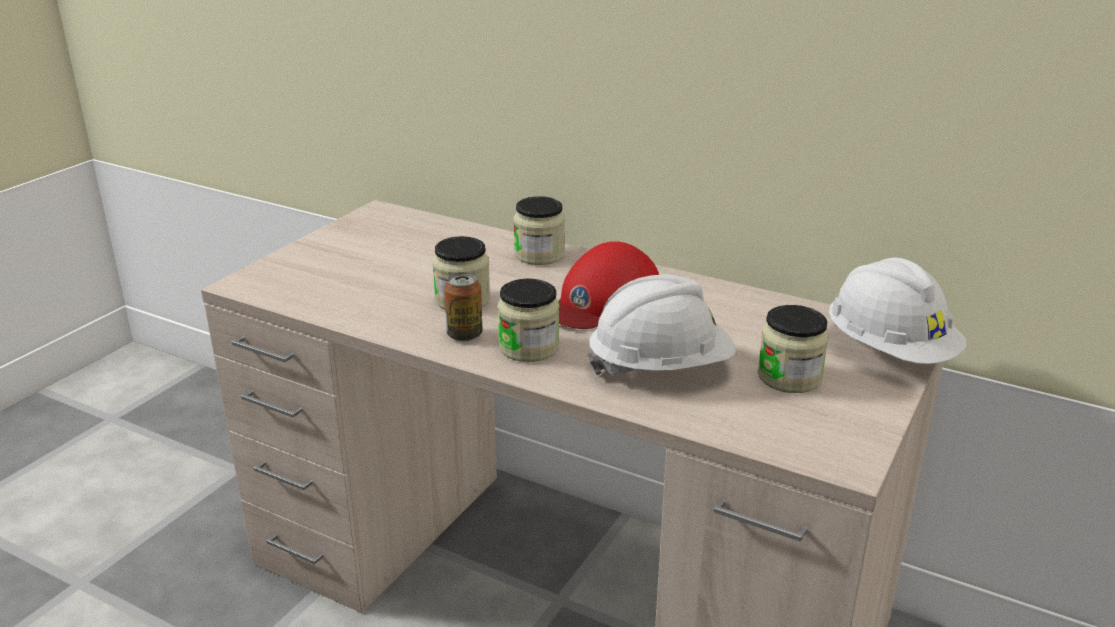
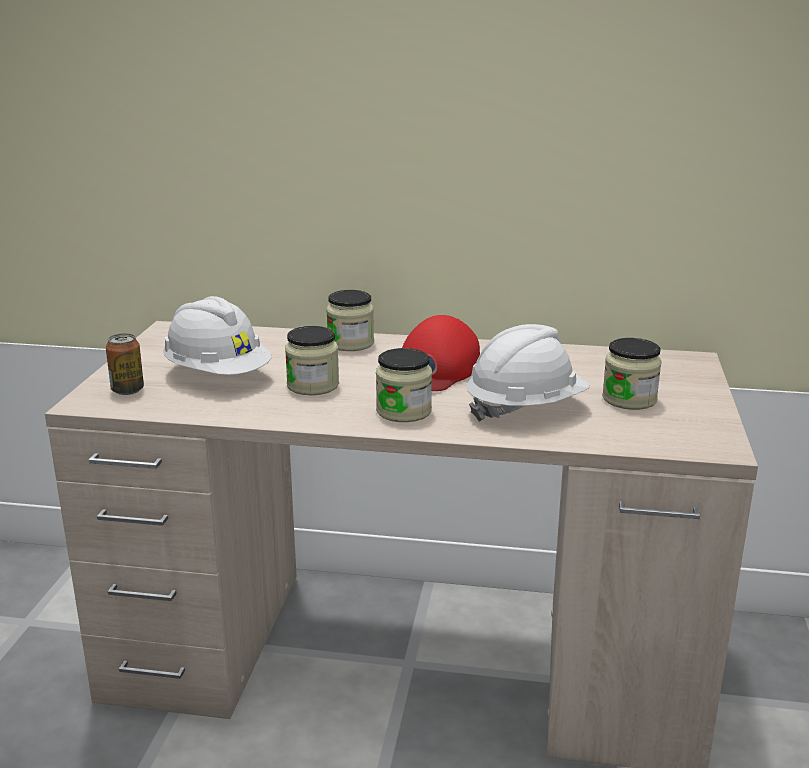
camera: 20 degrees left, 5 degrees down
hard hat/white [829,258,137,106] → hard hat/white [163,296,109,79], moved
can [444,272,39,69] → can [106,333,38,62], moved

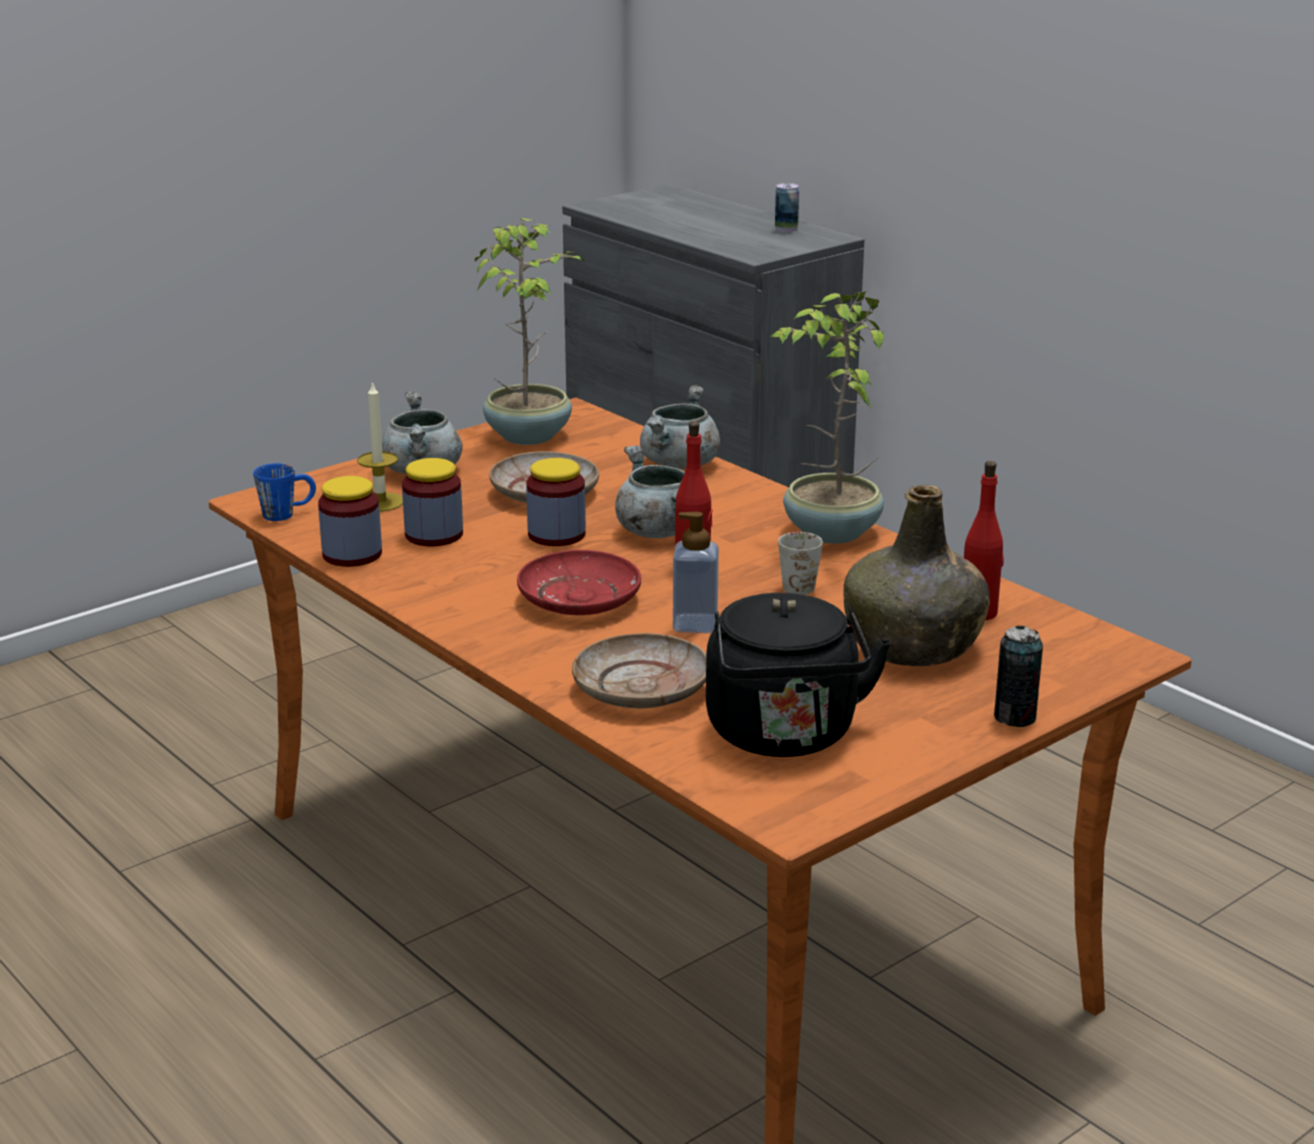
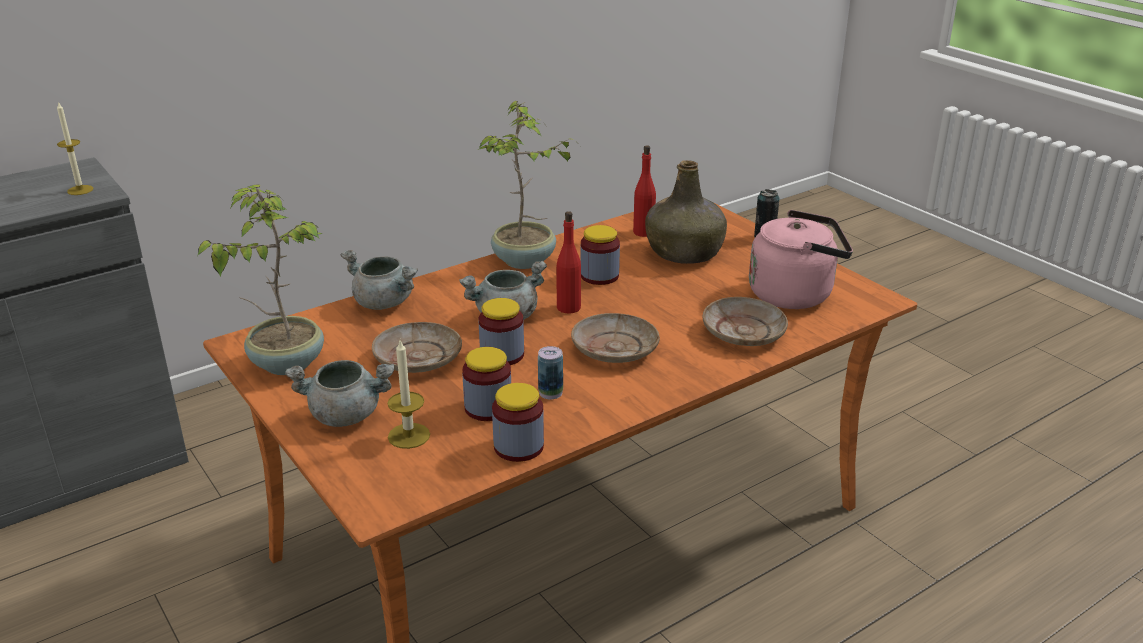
camera: 85 degrees left, 5 degrees up
can [775,183,24,50] → can [538,346,25,53], moved
mug/blue [253,463,63,58] → -
soap dispenser [673,512,46,121] → -
mug/white [778,532,45,63] → jar [580,225,40,60]
plate/red [517,550,124,65] → plate/beige [571,313,89,50]
kettle/black [706,593,185,164] → kettle/pink [749,210,104,99]
- → candle [57,102,37,93]

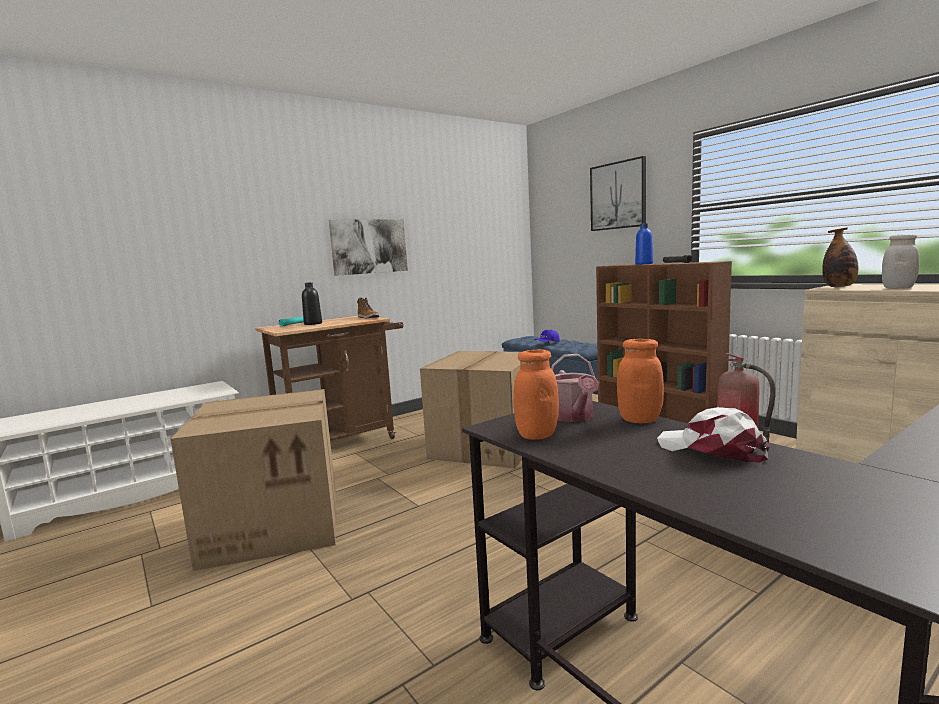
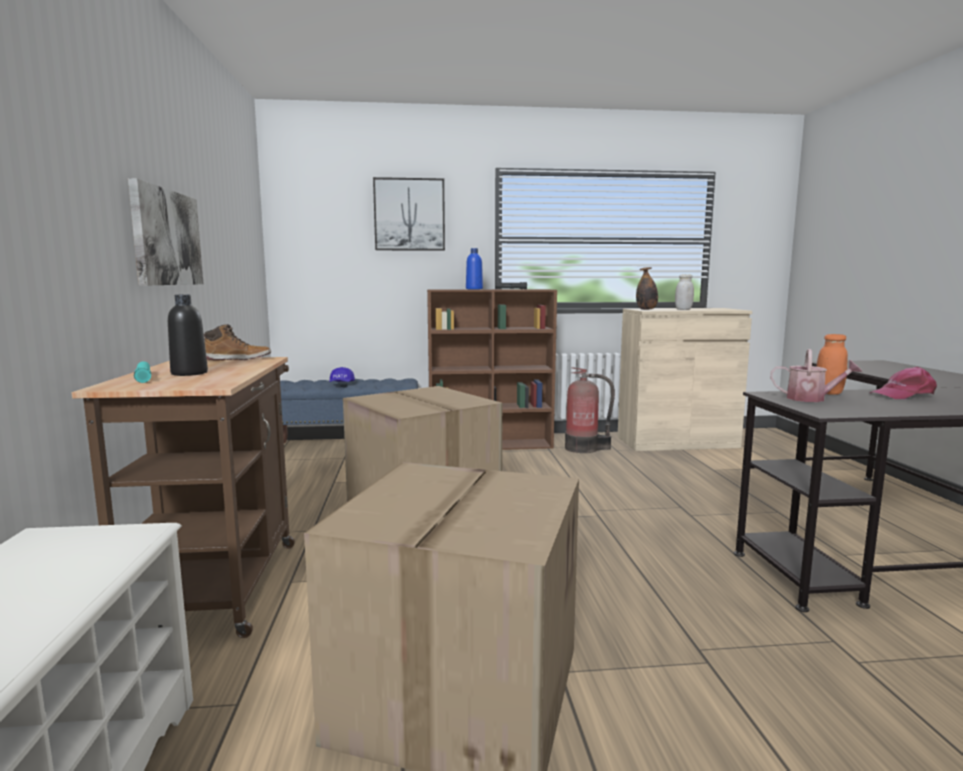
camera: 60 degrees left, 0 degrees up
jar/orange [513,349,46,91] → -
cap/white [657,407,113,56] → cap/pink [869,367,68,32]

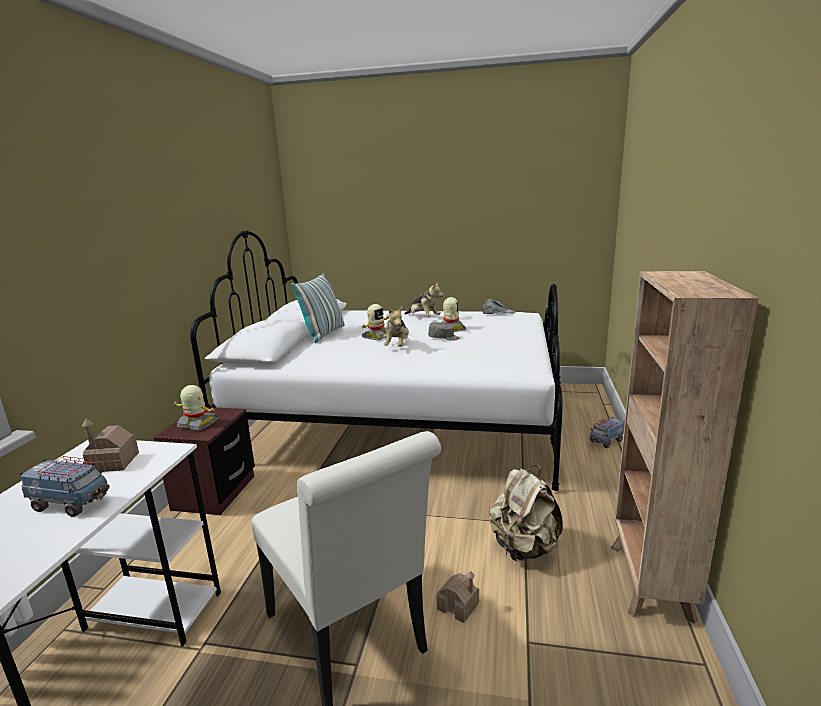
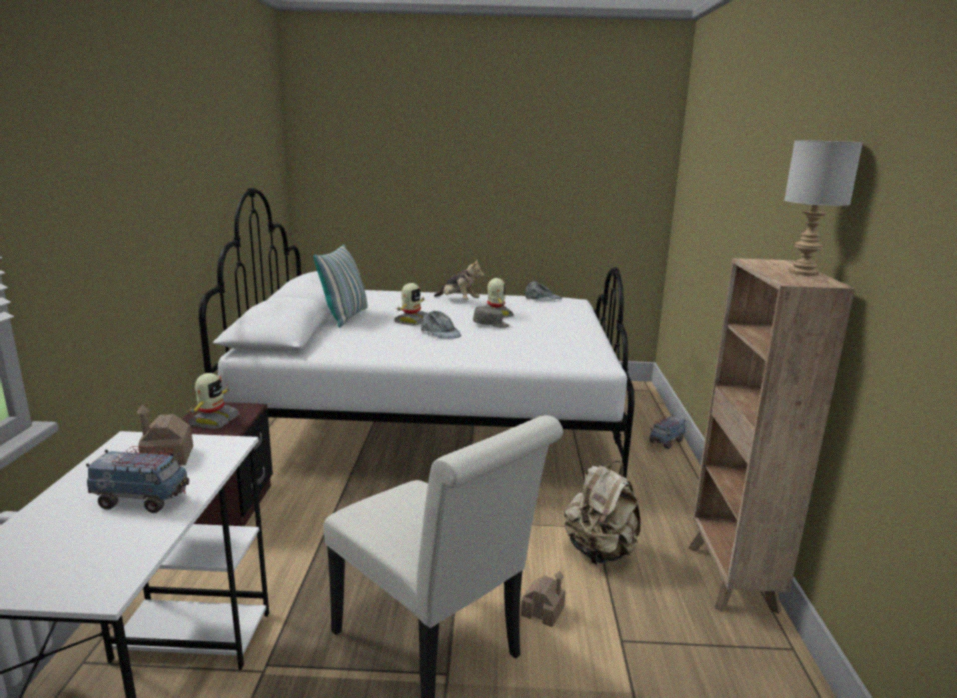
camera: 10 degrees left, 0 degrees up
plush toy [383,307,26,40] → cap/grey [421,311,40,28]
toy robot [173,385,46,46] → toy robot [186,373,54,56], 90 degrees clockwise
- → table lamp/grey [784,140,79,136]

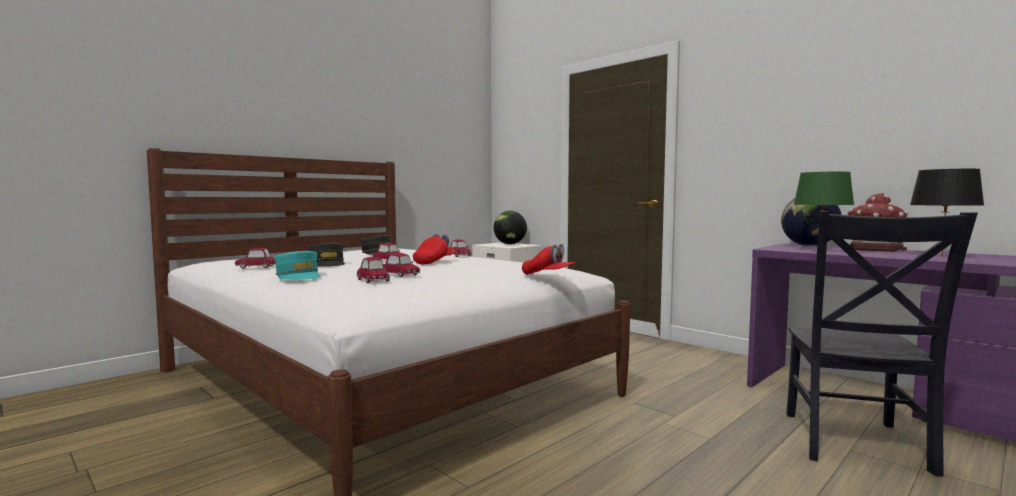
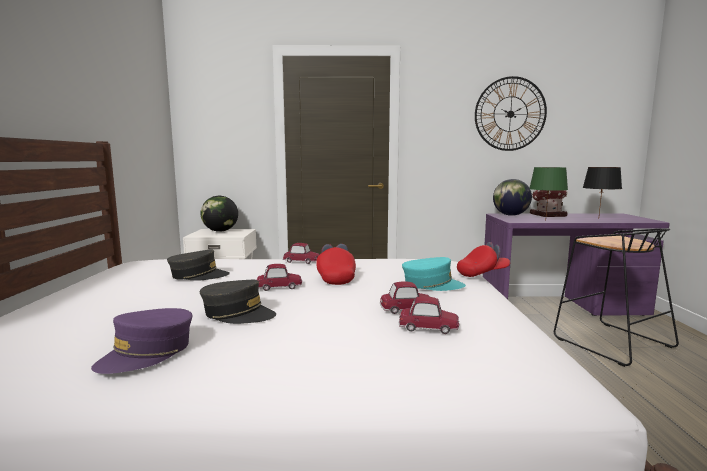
camera: 45 degrees left, 5 degrees up
chair/black [786,212,192,265] → stool/black [554,228,125,139]
toy car [235,248,41,21] → cap/purple [91,308,101,66]
cap/turquoise [274,251,47,29] → cap/turquoise [402,257,64,34], moved
- → wall clock [475,76,72,75]

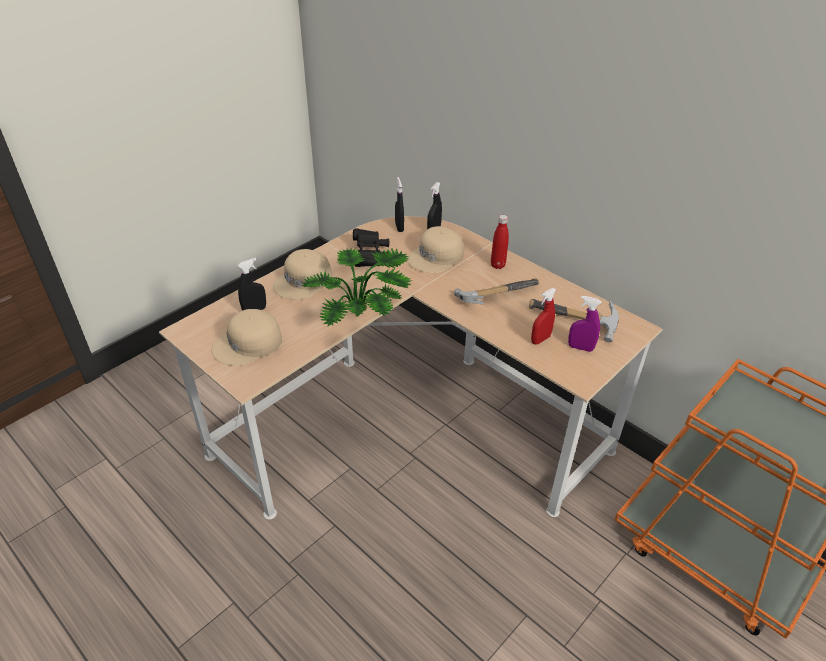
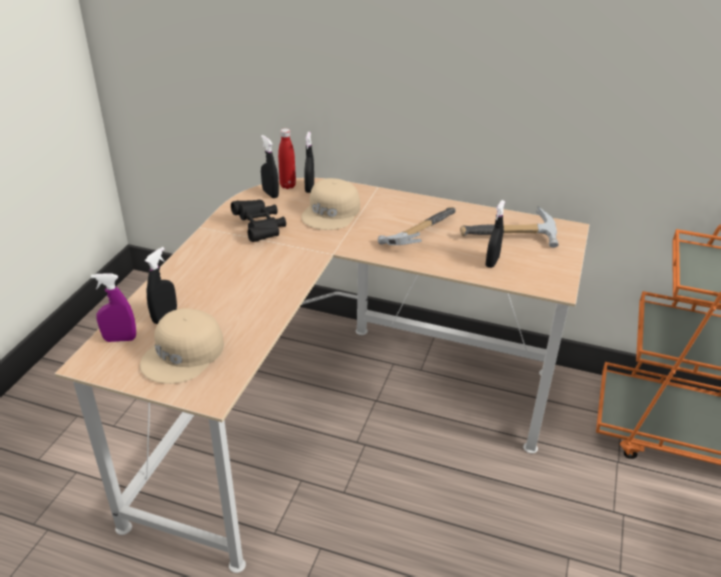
camera: 25 degrees left, 5 degrees down
bottle/red [491,215,18,54] → bottle/red [278,128,18,61], moved
potted plant [302,248,110,78] → -
cap/beige [273,249,59,51] → -
spray bottle/red [531,288,25,57] → spray bottle/black [486,200,19,68]
spray bottle/purple [568,296,33,56] → spray bottle/purple [91,273,45,69], moved

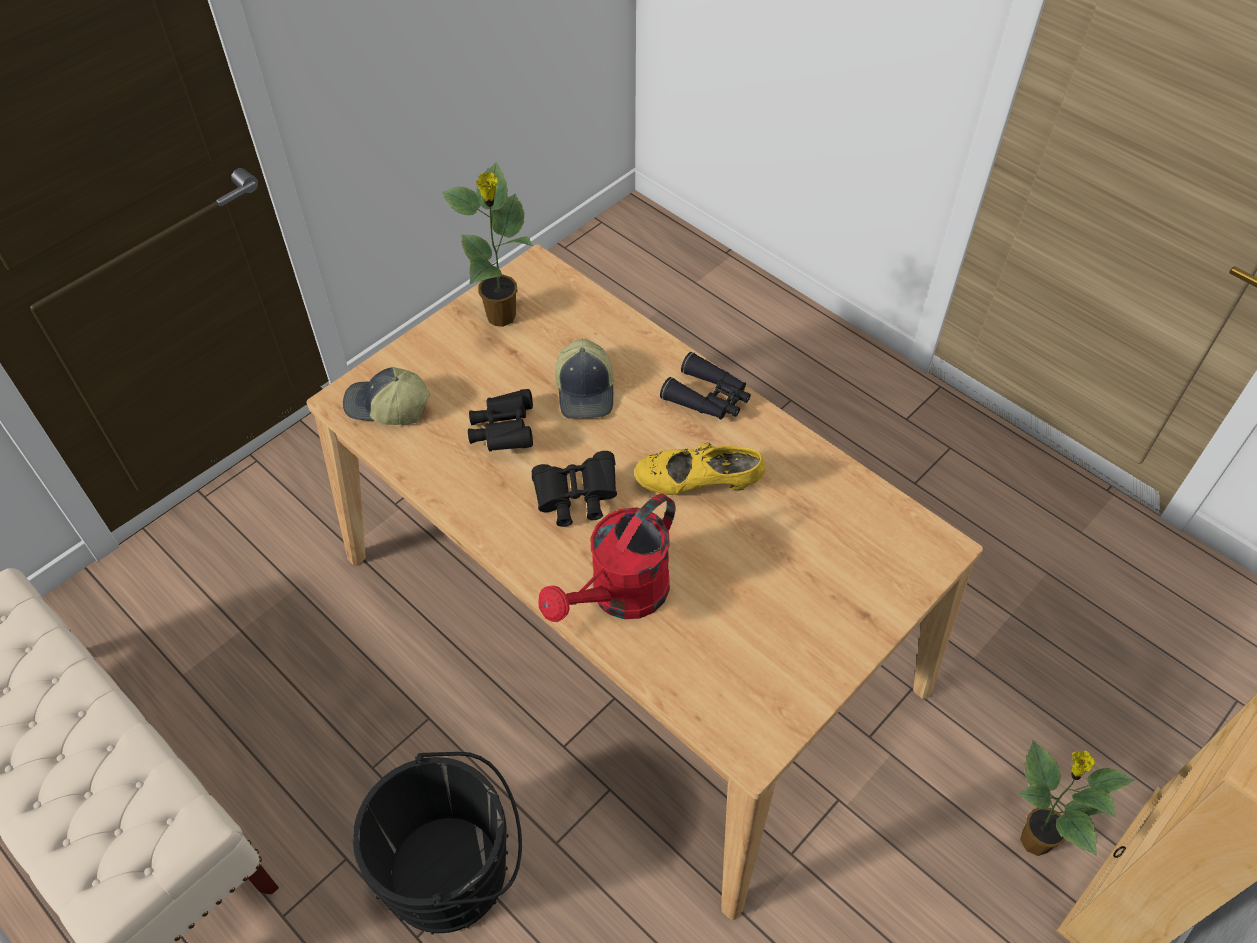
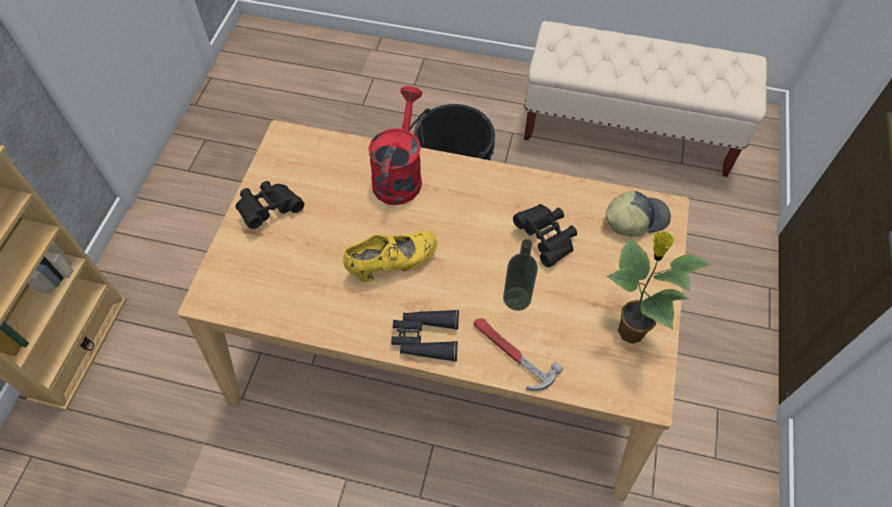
camera: 150 degrees right, 5 degrees up
cap [555,339,59,79] → bottle [503,239,35,72]
binoculars/black [532,451,85,76] → binoculars/black [235,181,69,48], moved
potted plant [1017,740,118,116] → -
- → hammer [473,318,90,73]

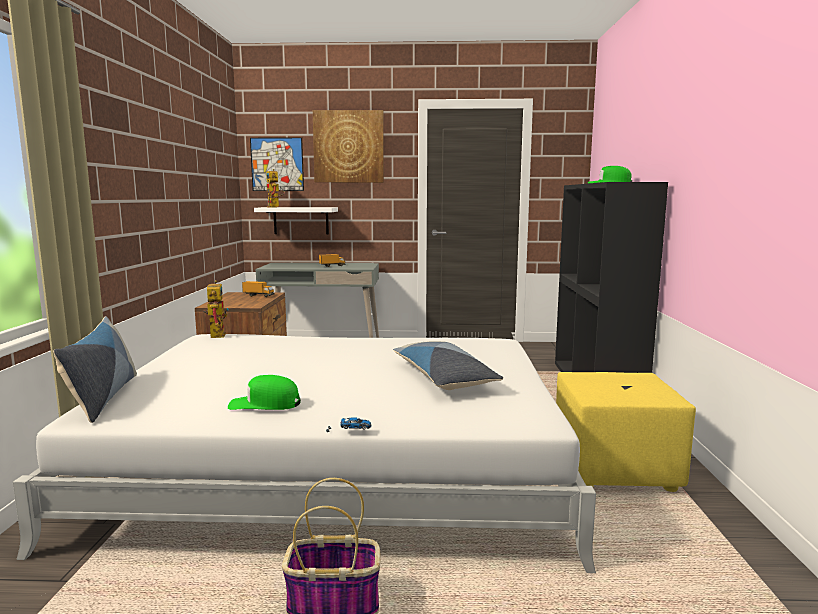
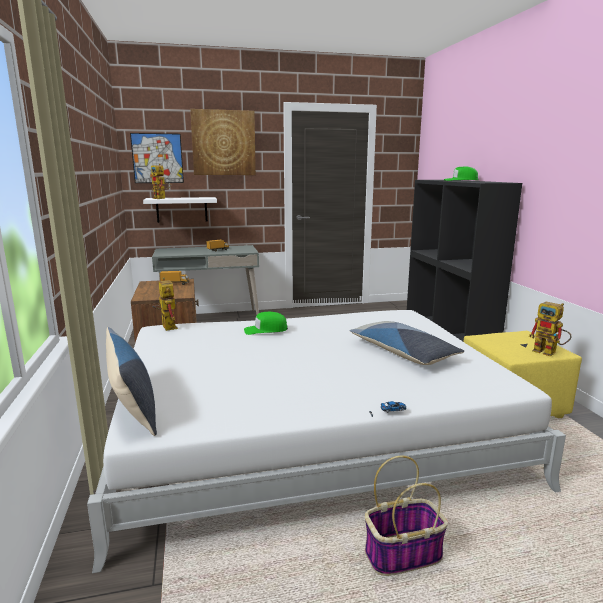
camera: 15 degrees left, 5 degrees up
cap/green [228,375,73,35] → cap/green [244,312,44,23], moved
- → toy robot [529,302,43,54]

